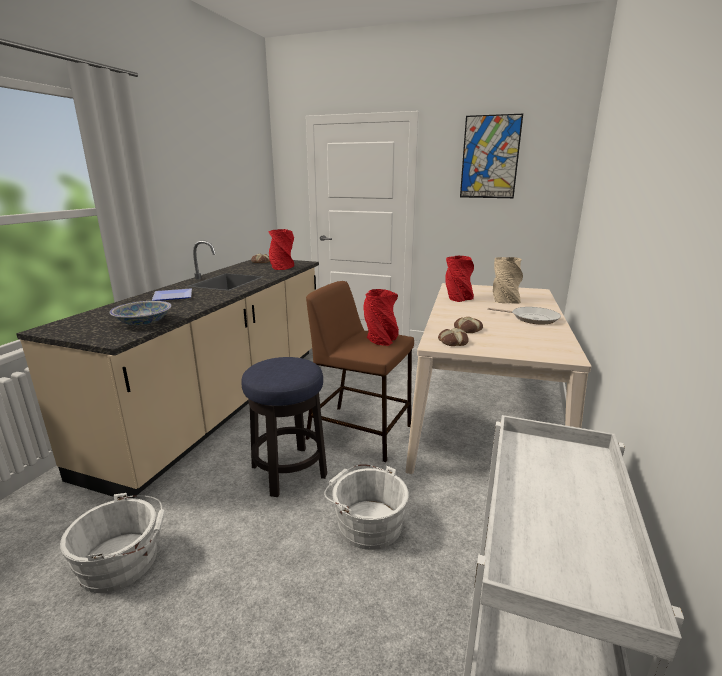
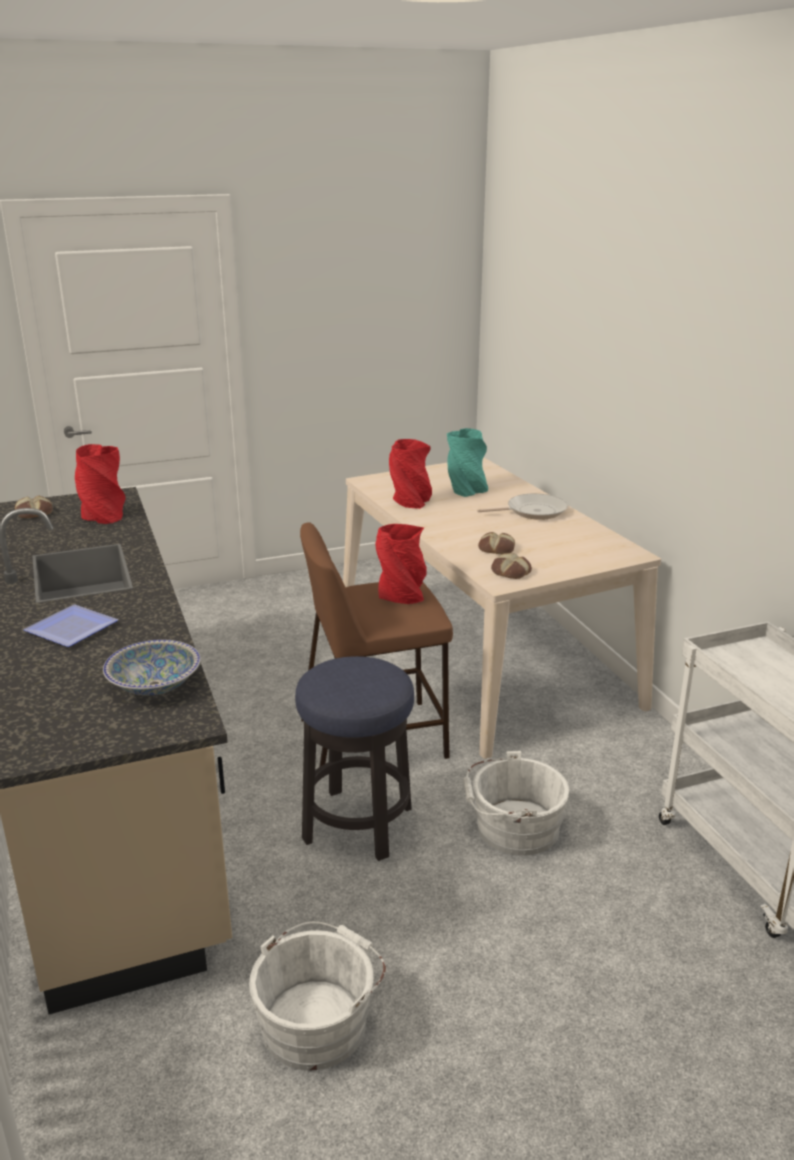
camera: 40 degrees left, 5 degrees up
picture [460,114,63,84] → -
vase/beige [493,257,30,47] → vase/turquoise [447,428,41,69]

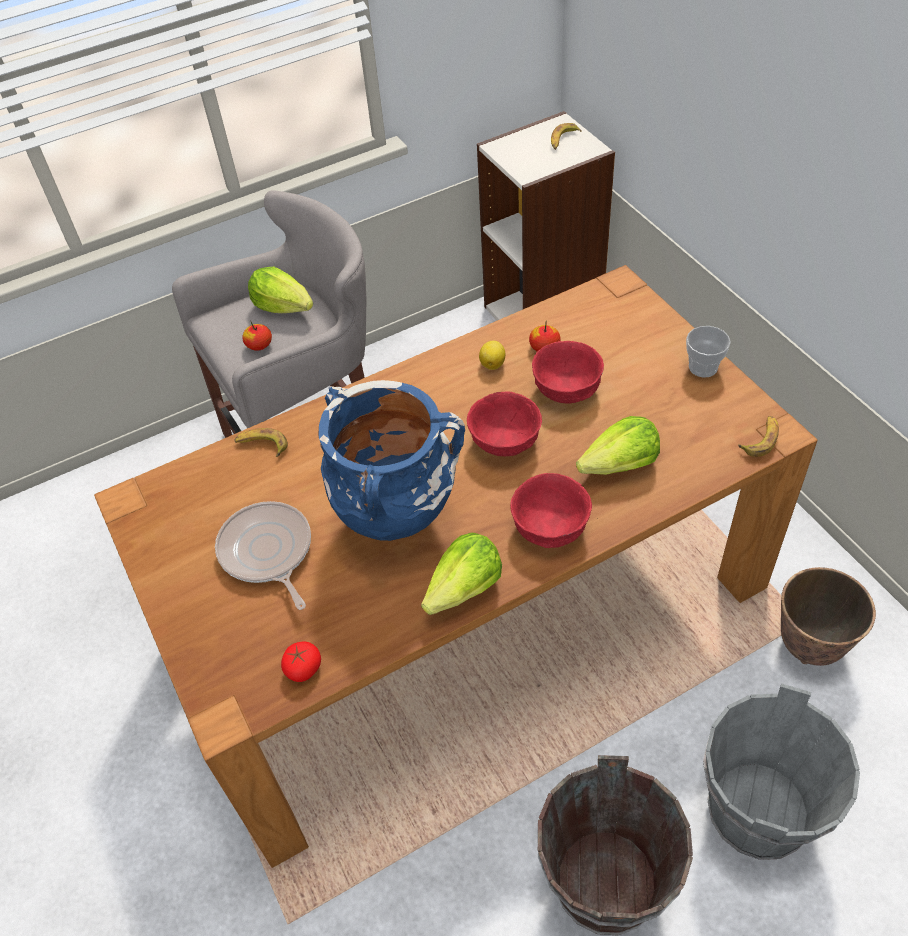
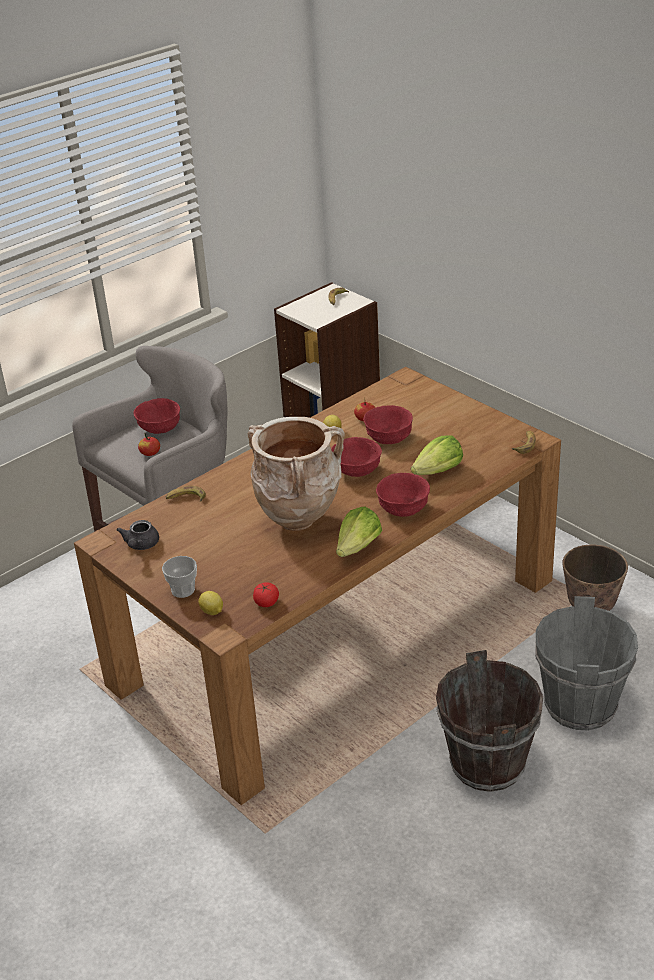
camera: 15 degrees left, 15 degrees down
lettuce [248,267,65,46] → bowl/red [134,398,46,36]
cup [686,326,45,52] → cup [162,556,35,42], moved
vase/blue [318,380,147,161] → vase/beige [248,417,97,114]
frying pan [215,501,96,109] → -
- → teapot/grey [116,520,43,30]
- → lemon [198,591,25,24]

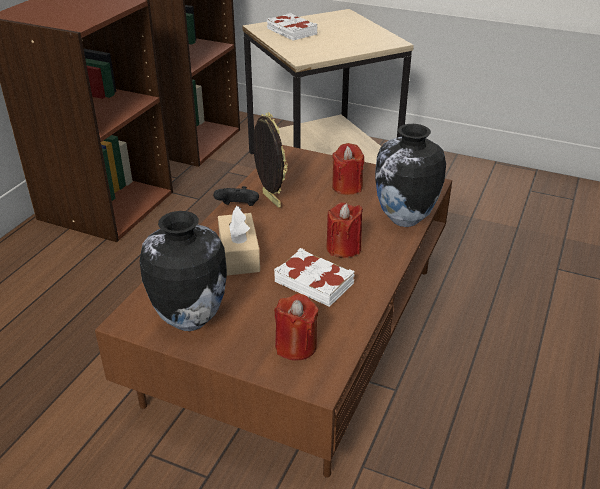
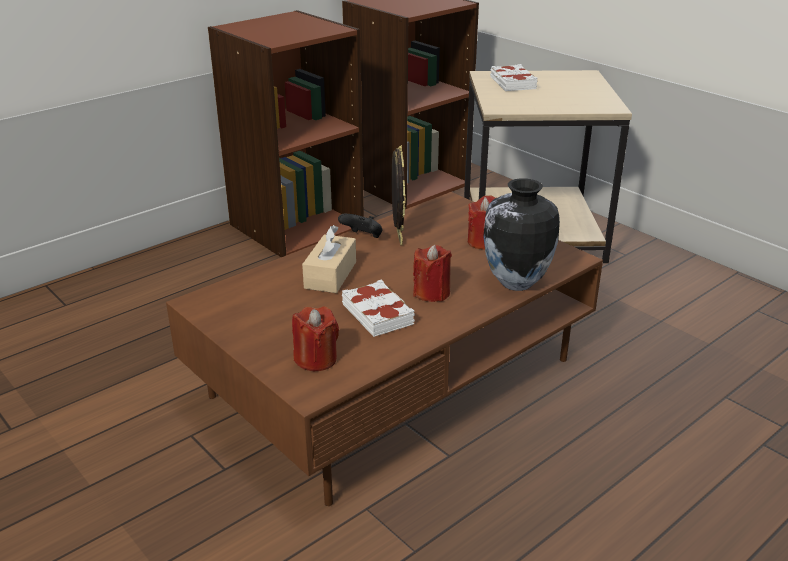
camera: 25 degrees right, 5 degrees down
vase [140,211,87,120] → -

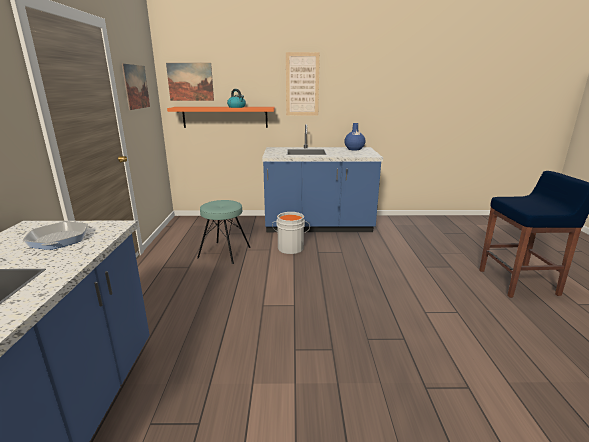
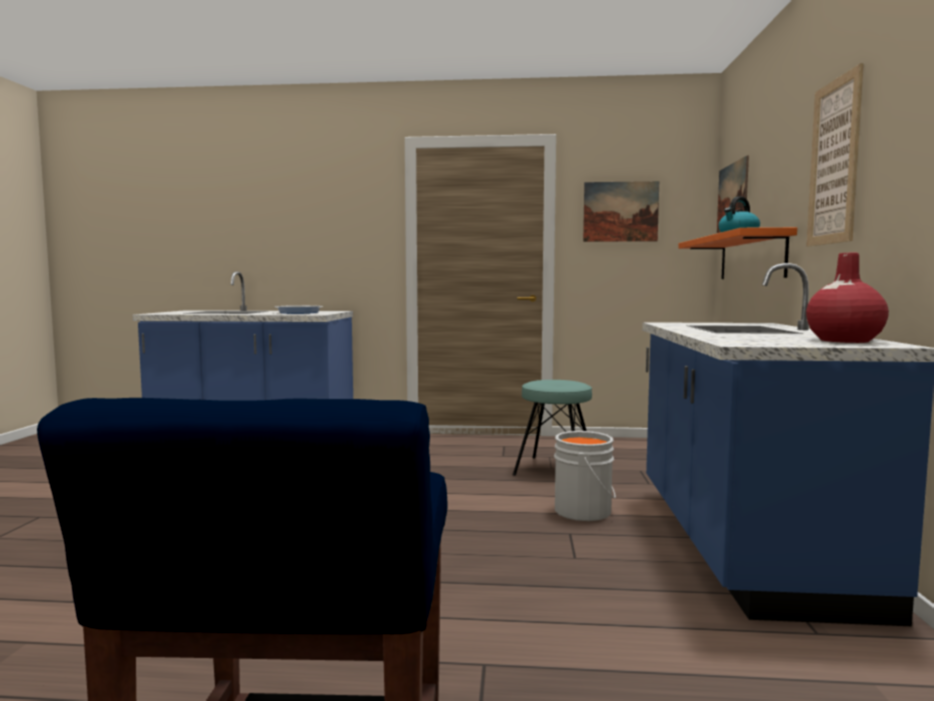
camera: 95 degrees right, 15 degrees down
vase/blue [344,123,21,27] → vase/red [806,253,83,90]

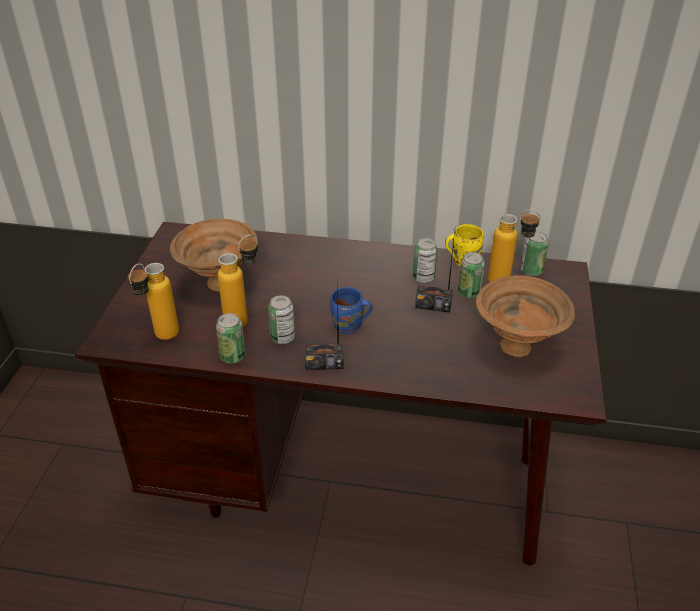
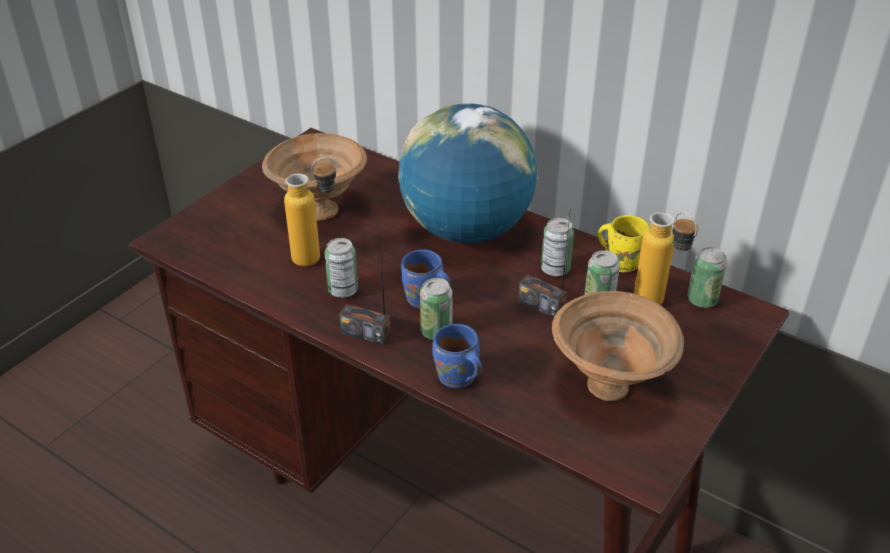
camera: 25 degrees right, 0 degrees up
bottle [128,263,51,77] → -
can [216,313,30,50] → can [420,278,33,62], moved
- → globe [398,103,141,140]
- → mug/blue [432,324,50,64]

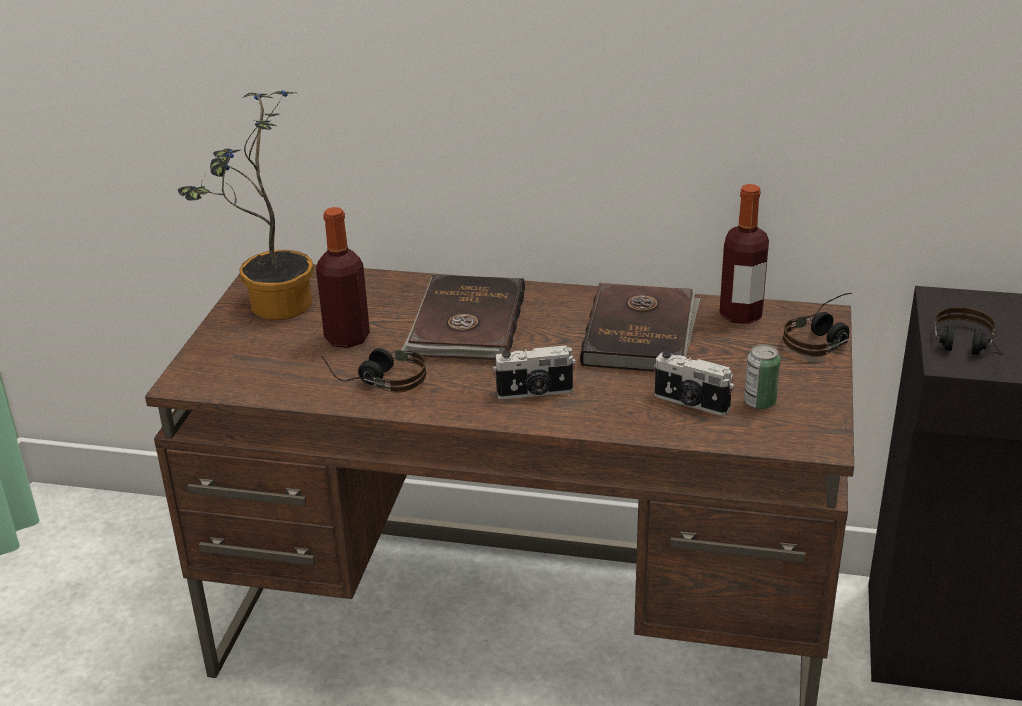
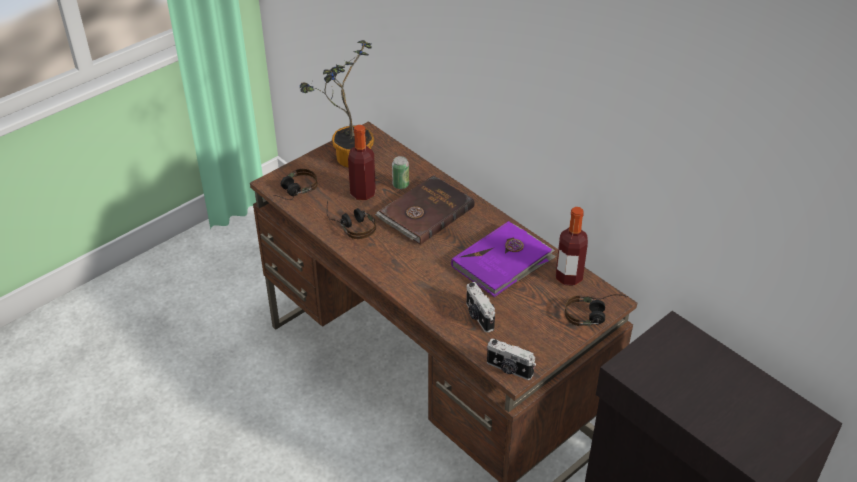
camera: 35 degrees right, 10 degrees up
book/brown [580,283,121,89] → book/purple [451,221,105,76]
headphones [934,307,70,48] → headphones [273,169,45,31], moved
can [744,344,37,65] → can [392,156,17,33], moved
photo camera [493,345,83,54] → photo camera [487,339,49,41], moved

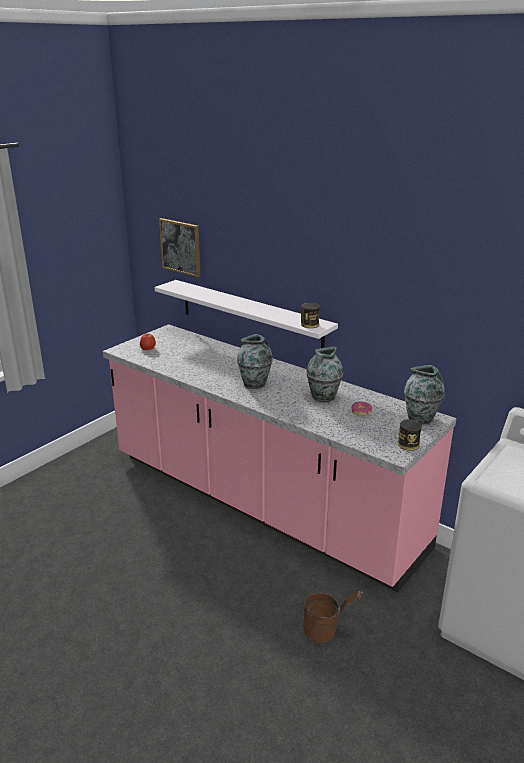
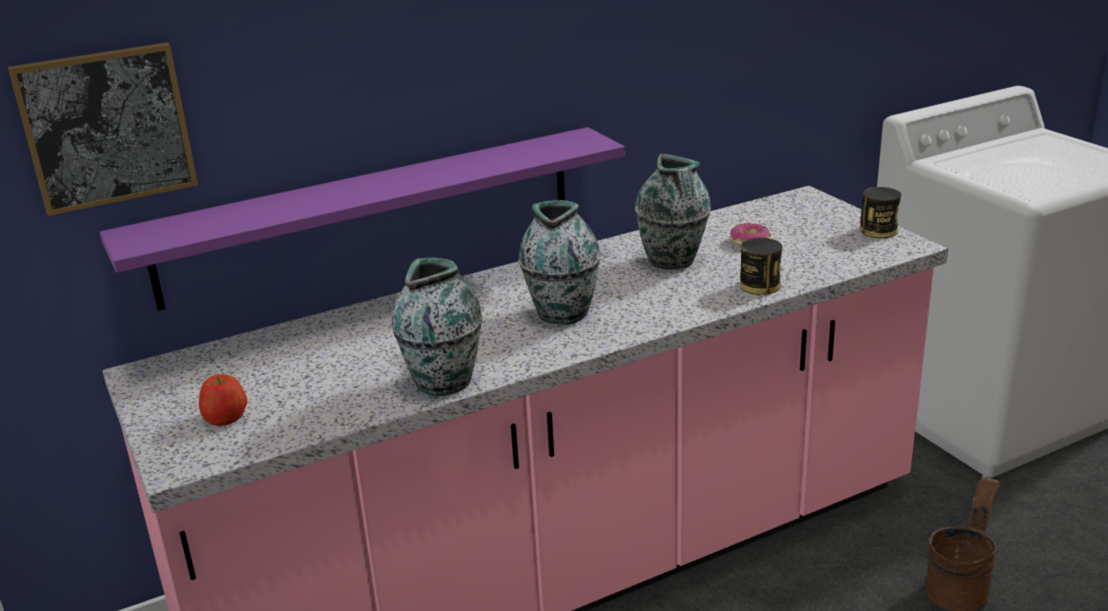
camera: 65 degrees left, 0 degrees up
shelf/white [155,280,183,68] → shelf/purple [100,127,525,184]
can [301,303,19,25] → can [740,238,42,57], moved
vase [404,365,41,59] → vase [392,258,90,138], moved

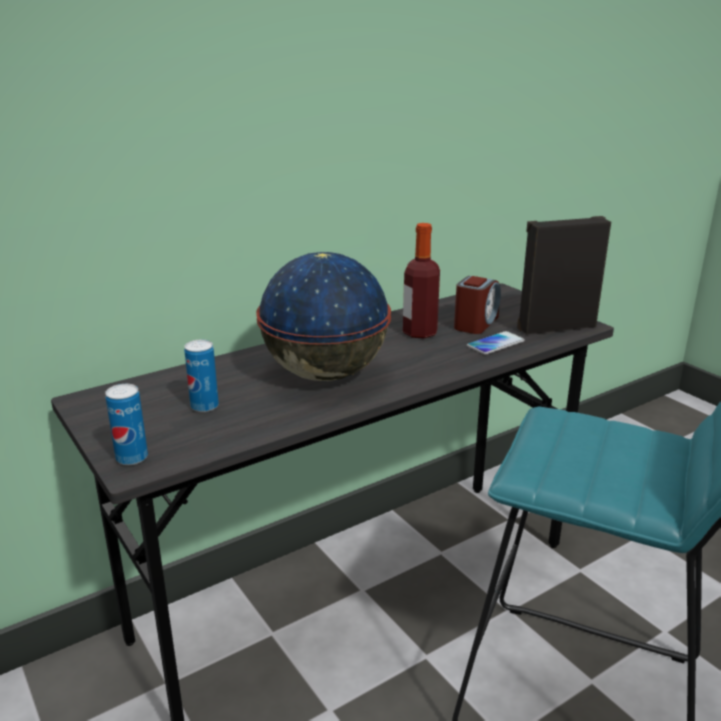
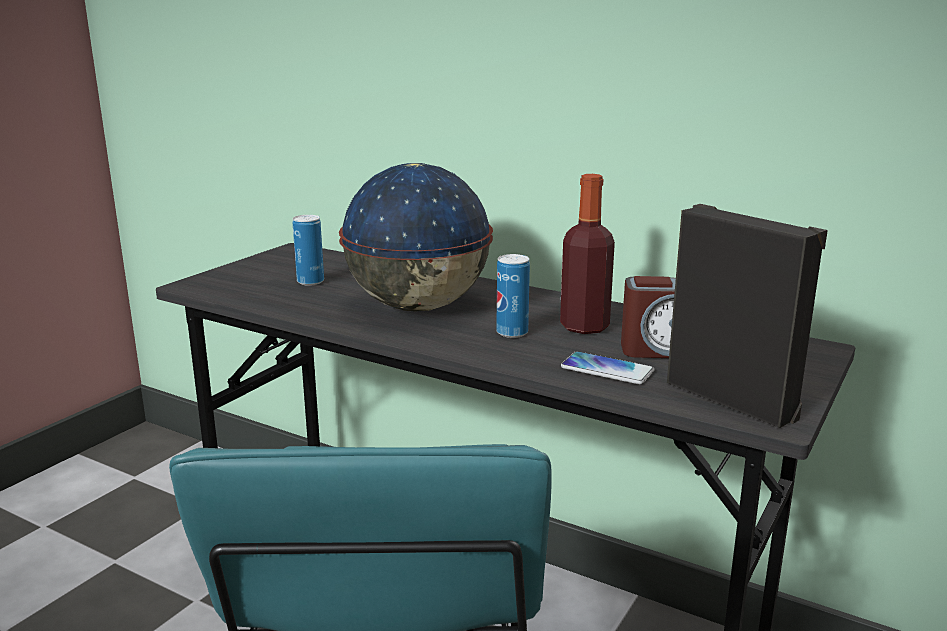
camera: 65 degrees right, 5 degrees down
can [105,384,43,81] → can [496,254,34,84], moved

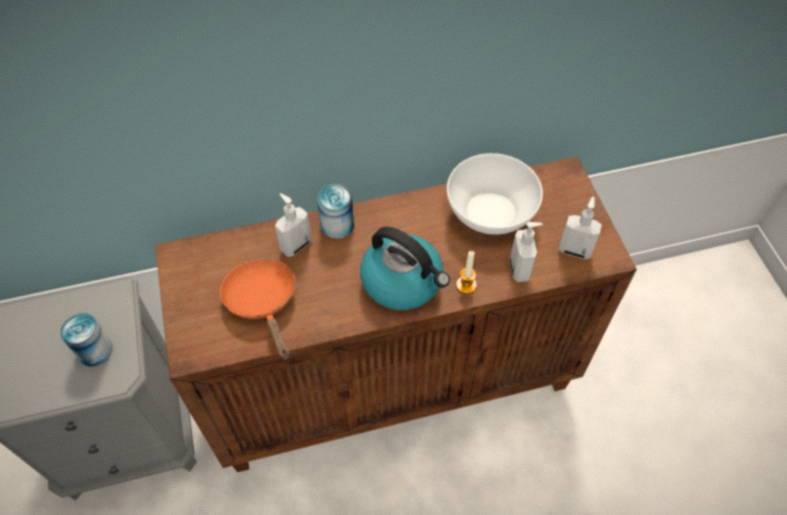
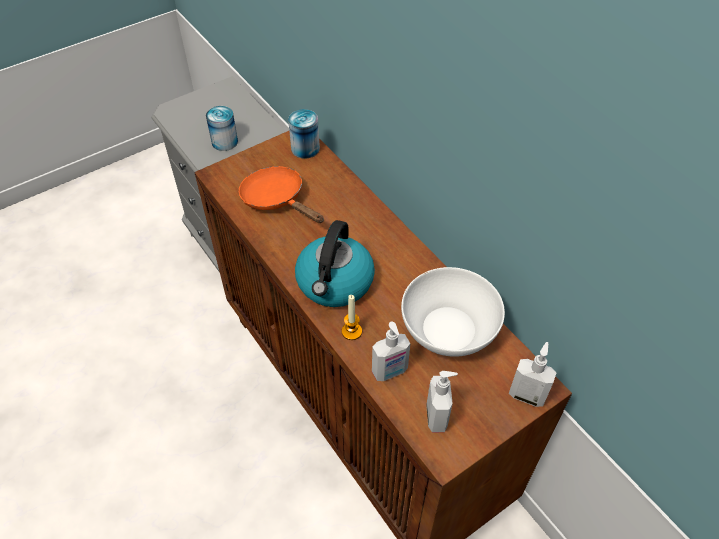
camera: 70 degrees right, 5 degrees down
can [317,184,37,55] → can [288,109,32,50], moved
soap dispenser [275,193,37,64] → soap dispenser [509,342,48,65], moved
frying pan/orange [220,258,75,102] → frying pan/orange [239,166,85,57], 90 degrees counterclockwise

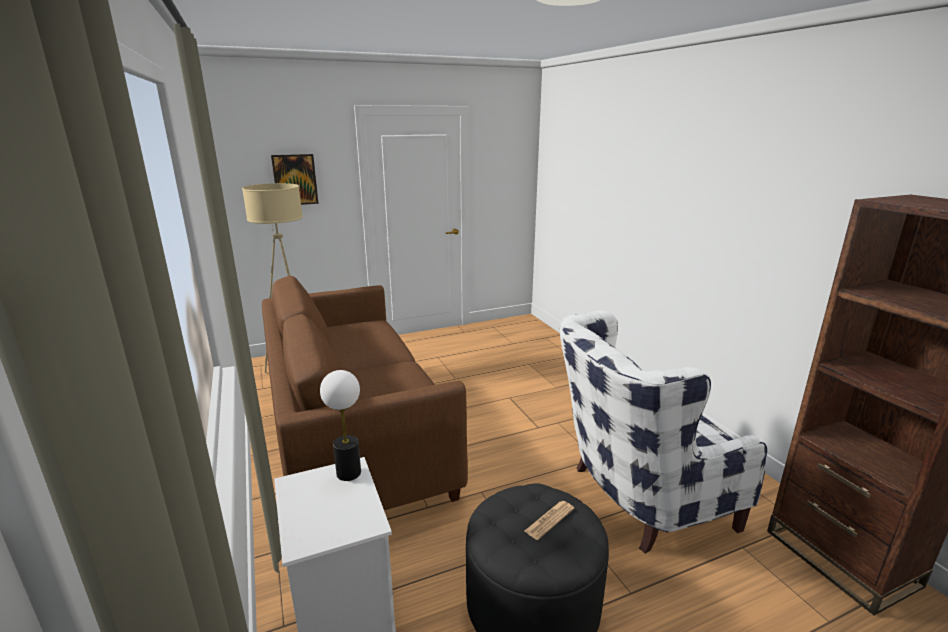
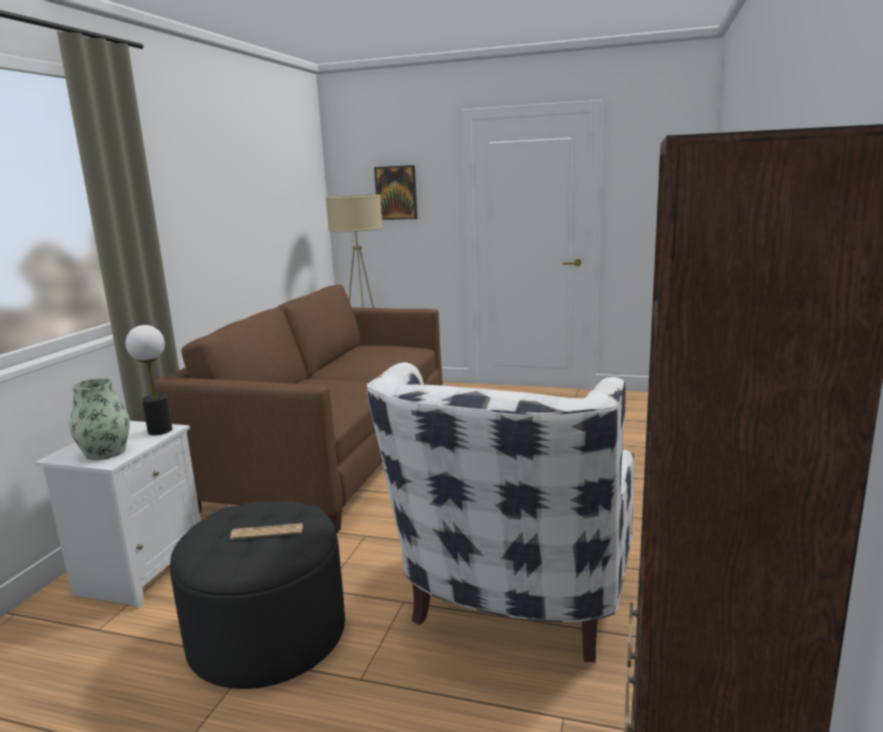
camera: 40 degrees right, 5 degrees down
armchair/white [560,311,207,243] → armchair/white [367,362,267,300], 90 degrees counterclockwise
- → vase [70,378,60,82]

